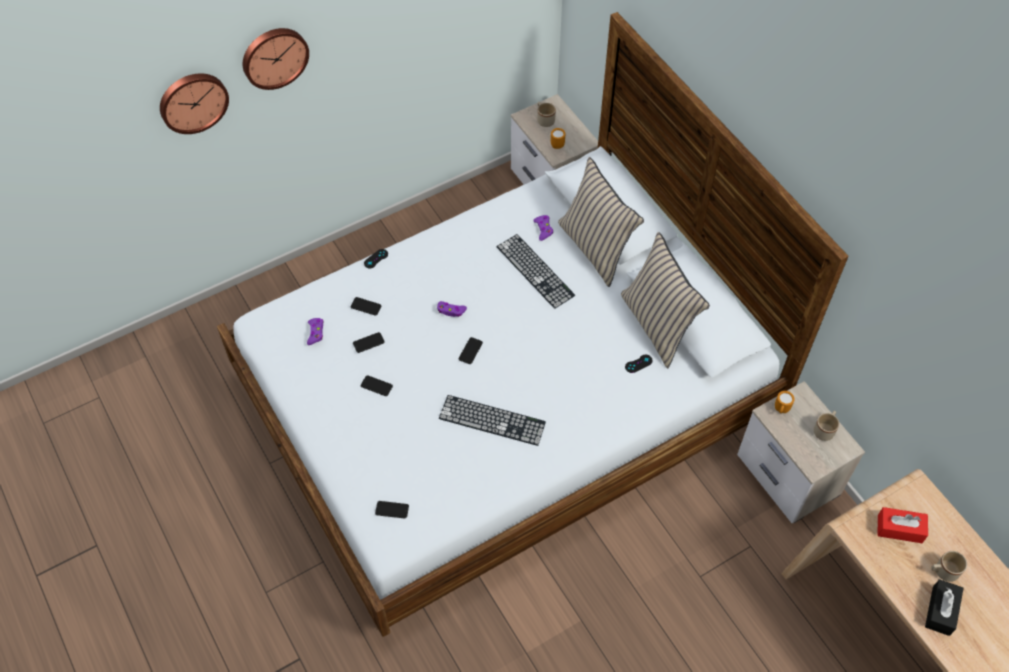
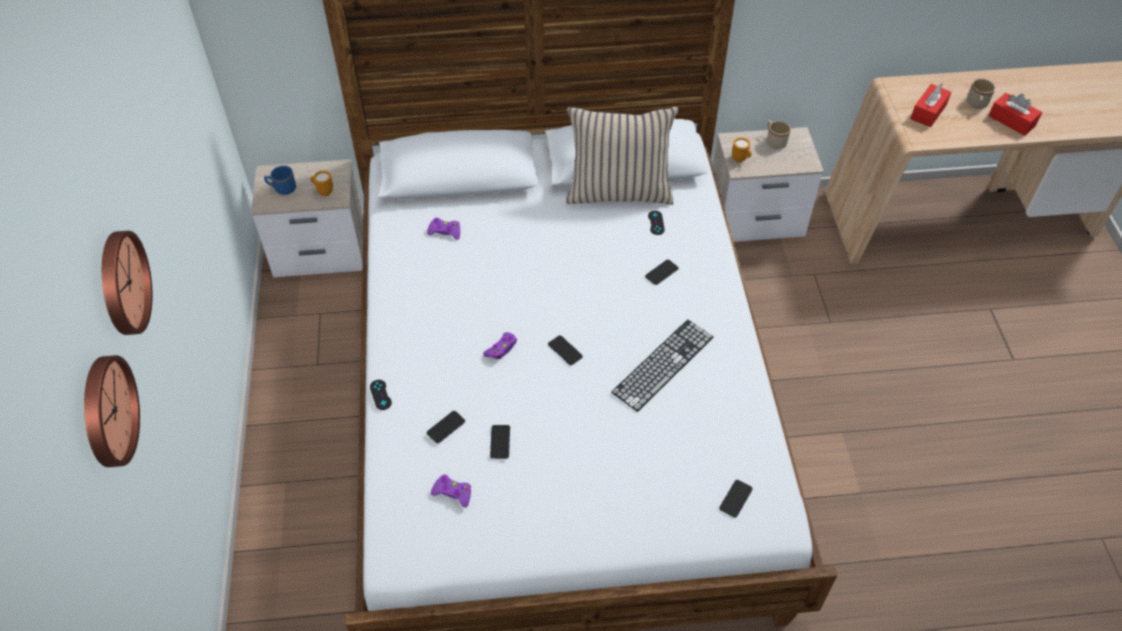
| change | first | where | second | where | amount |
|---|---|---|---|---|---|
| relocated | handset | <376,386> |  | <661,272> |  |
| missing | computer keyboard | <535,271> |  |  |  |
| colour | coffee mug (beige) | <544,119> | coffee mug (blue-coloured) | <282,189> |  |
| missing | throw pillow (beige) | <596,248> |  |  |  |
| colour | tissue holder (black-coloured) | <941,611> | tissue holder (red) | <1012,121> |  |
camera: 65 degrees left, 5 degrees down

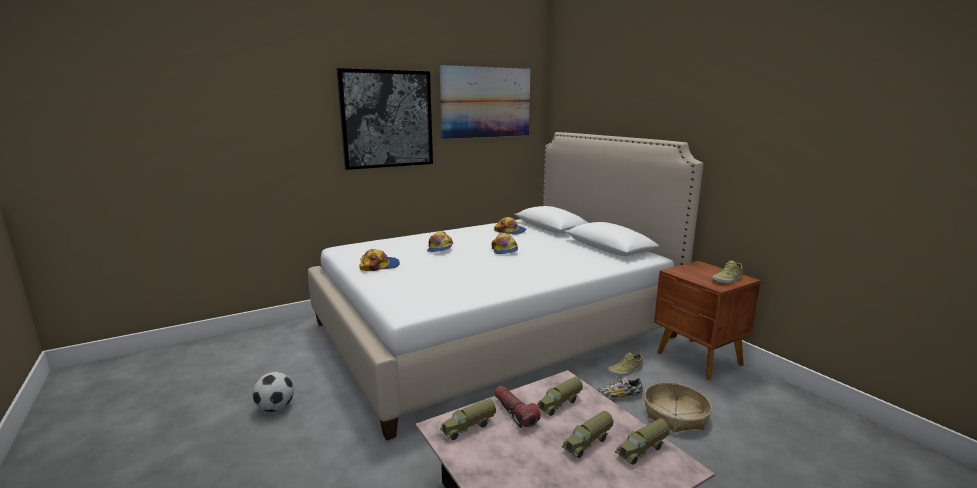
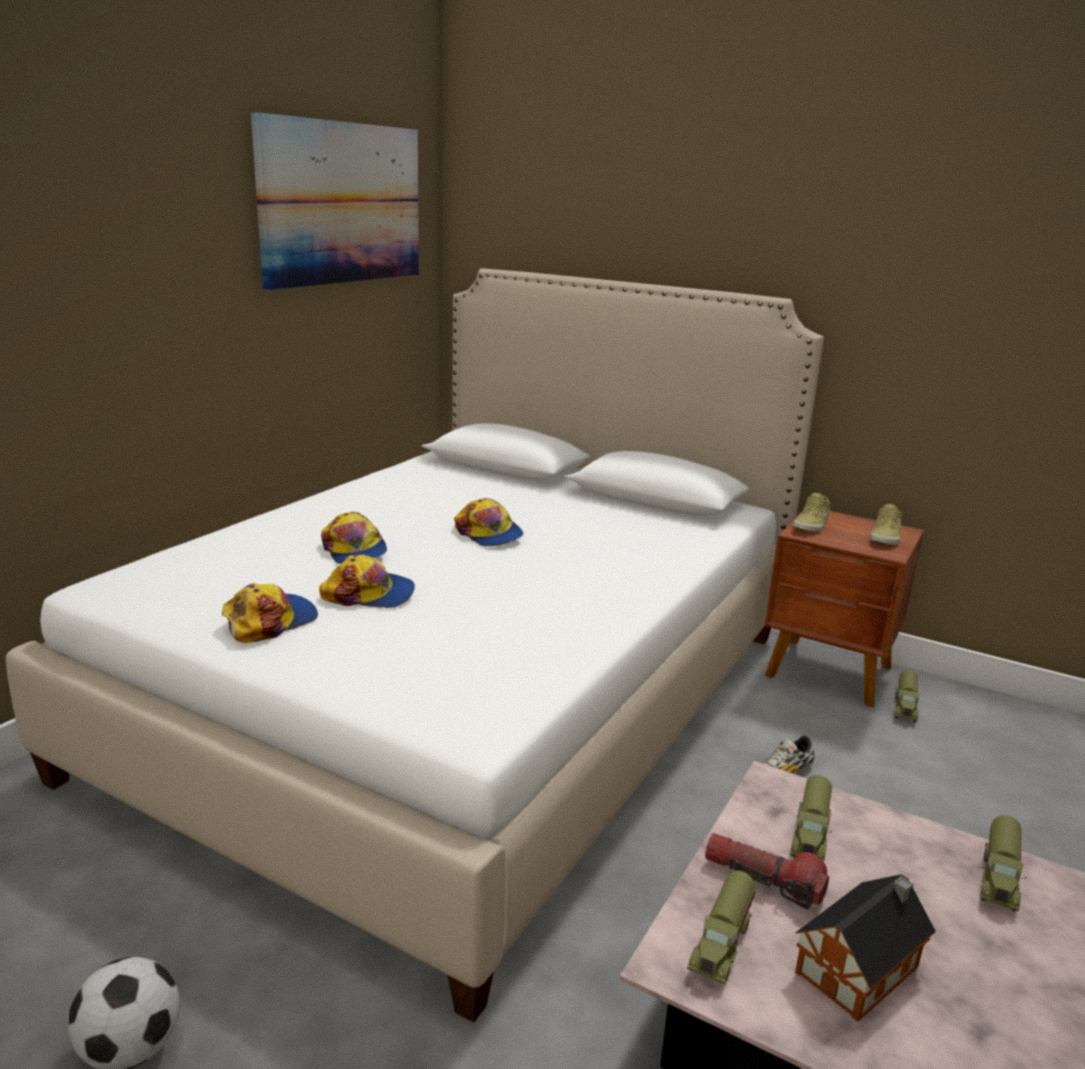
| change | first | where | second | where | amount |
|---|---|---|---|---|---|
| missing | wall art | <387,119> |  |  |  |
| relocated | cap | <510,231> |  | <369,594> |  |
| relocated | toy lorry | <588,443> |  | <906,707> |  |
| relocated | item of footwear (beige) | <625,370> |  | <812,525> |  |
| missing | household basket | <675,414> |  |  |  |
| appeared |  |  | toy house | <861,967> |  |
camera: 30 degrees left, 5 degrees up

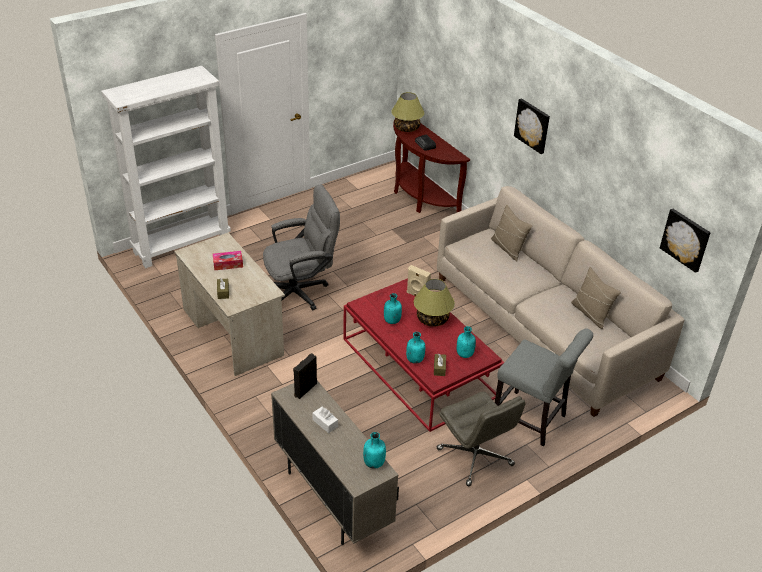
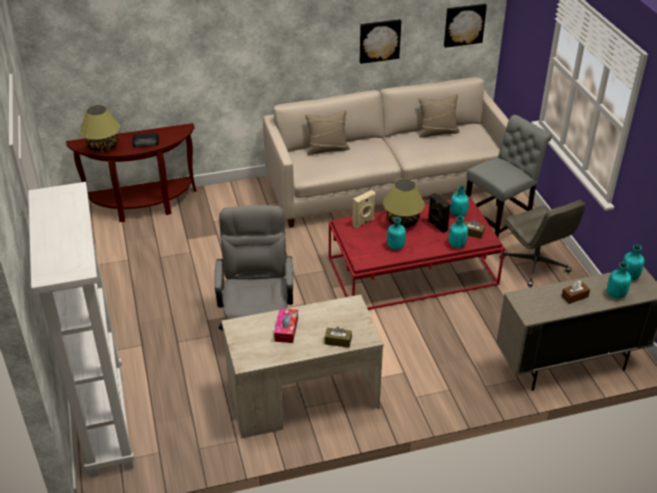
| change | first | where | second | where | amount |
|---|---|---|---|---|---|
| relocated | speaker (black-coloured) | <304,389> |  | <436,226> |  |
| colour | tissue holder (white) | <325,423> | tissue holder (brown-coloured) | <574,296> |  |
| spun | computer chair (greyish) | <475,457> |  | <535,265> | 75 degrees clockwise |
| relocated | wall art | <533,125> |  | <379,40> |  |
| appeared |  |  | bottle (turquoise-coloured) | <615,294> |  |
camera: 70 degrees left, 0 degrees up

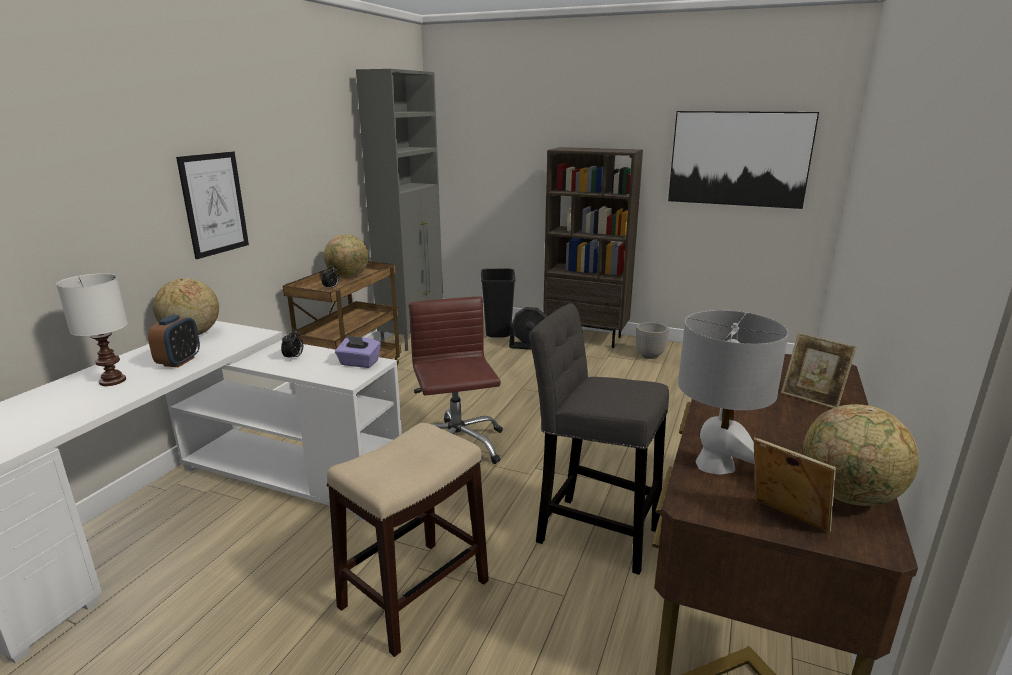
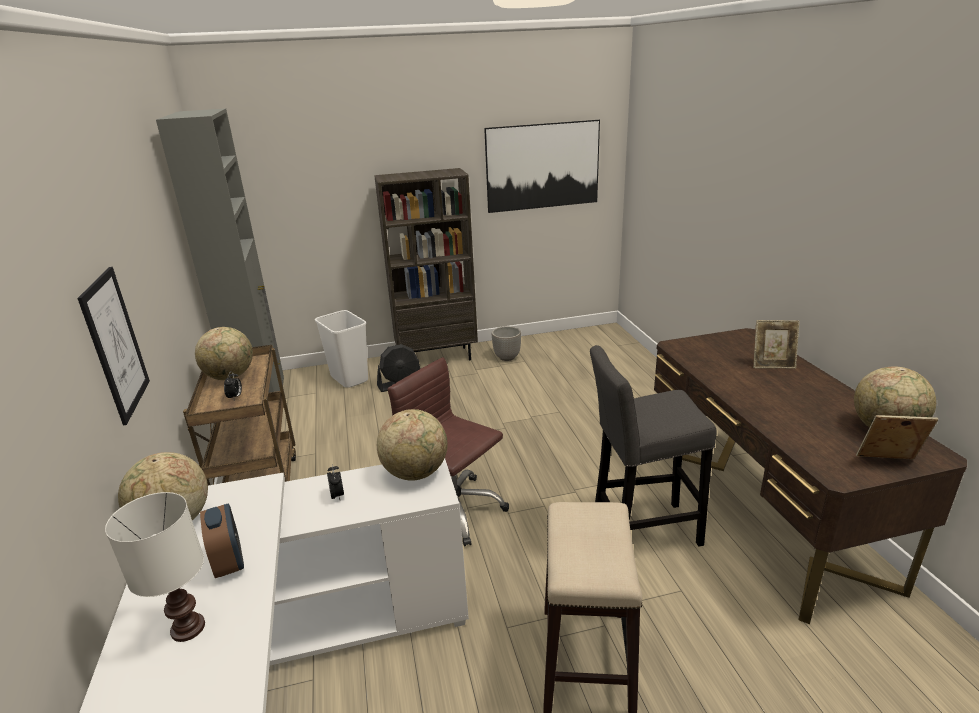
| change | first | where | second | where | amount |
|---|---|---|---|---|---|
| exchanged | tissue holder (purple) | <359,363> | globe | <416,472> |  |
| colour | rubbish bin (black-coloured) | <497,331> | rubbish bin (white) | <348,379> |  |
| missing | tabletop lamp (greyish) | <715,465> |  |  |  |
camera: 35 degrees left, 5 degrees up

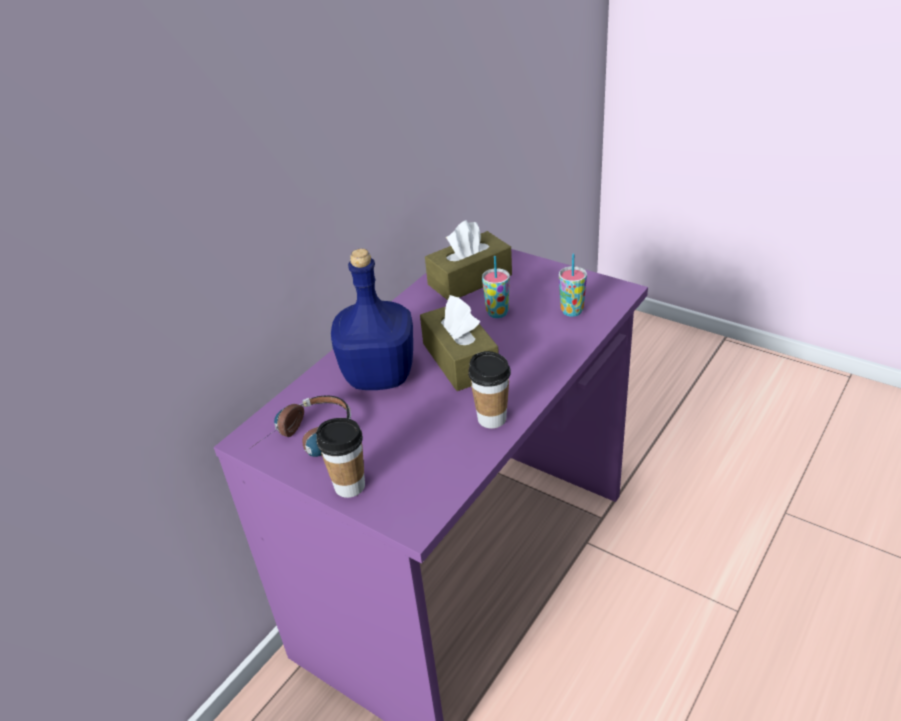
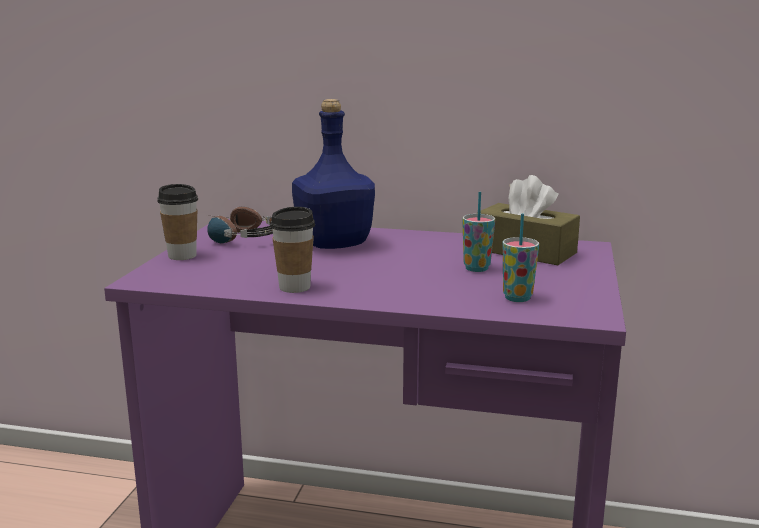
| change | first | where | second | where | amount |
|---|---|---|---|---|---|
| missing | tissue holder (brown-coloured) | <460,360> |  |  |  |
camera: 65 degrees right, 20 degrees down

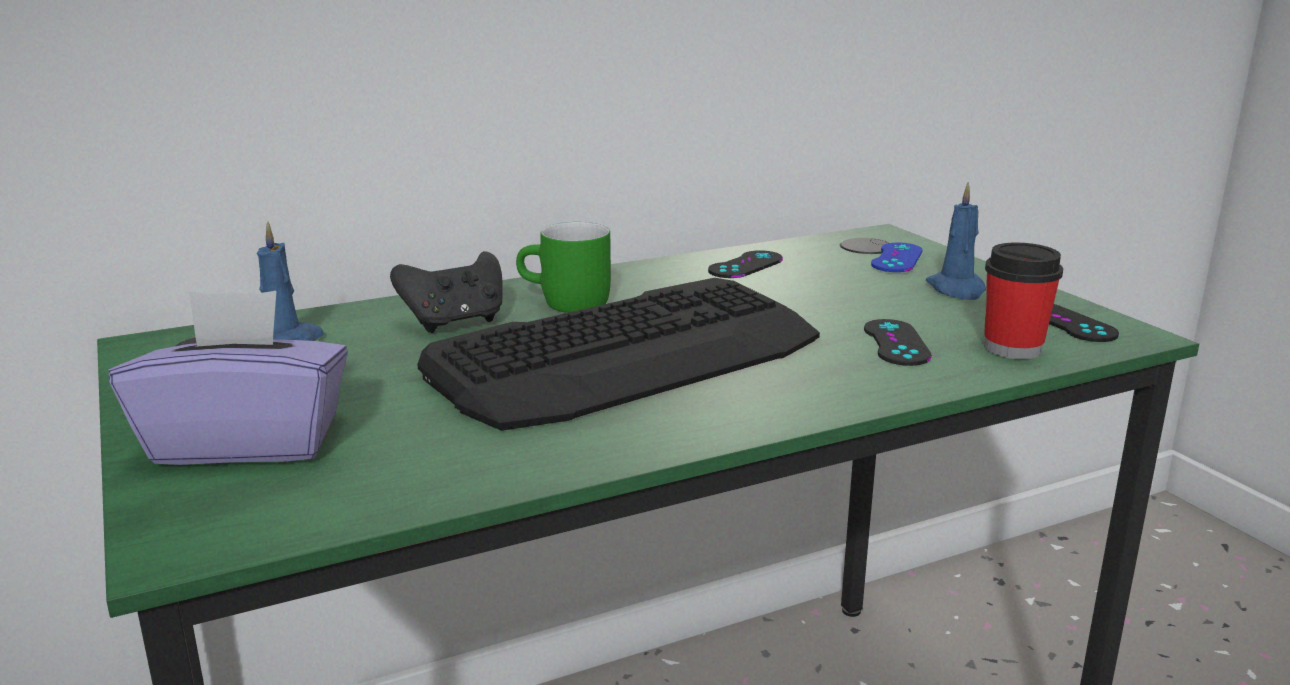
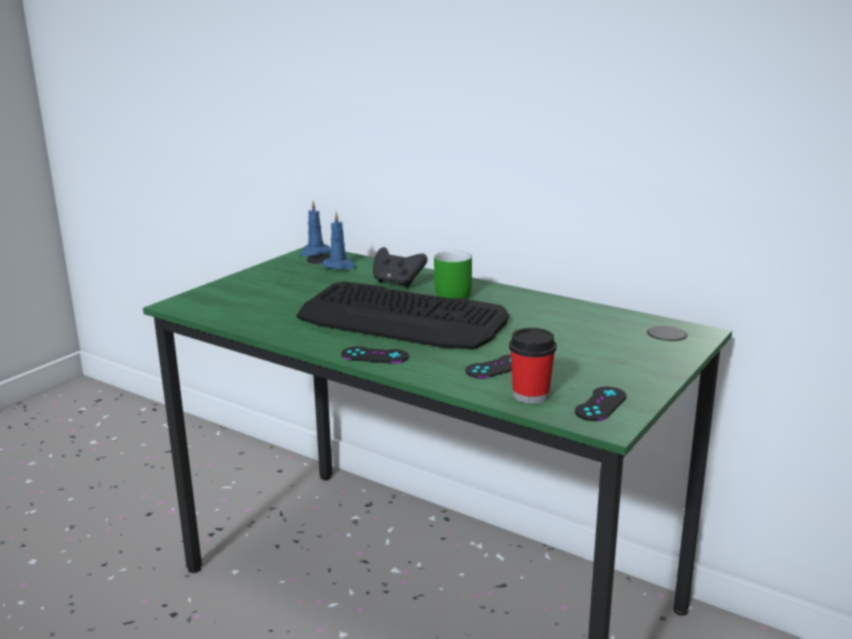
| change | first | where | second | where | amount |
|---|---|---|---|---|---|
| missing | tissue holder (purple) | <247,442> |  |  |  |
| relocated | gamepad (black-coloured) | <745,265> |  | <374,355> |  |
| missing | gamepad (blue-coloured) | <897,258> |  |  |  |
| relocated | wax light (blue-coloured) | <957,289> |  | <314,253> |  |
camera: 60 degrees right, 0 degrees up

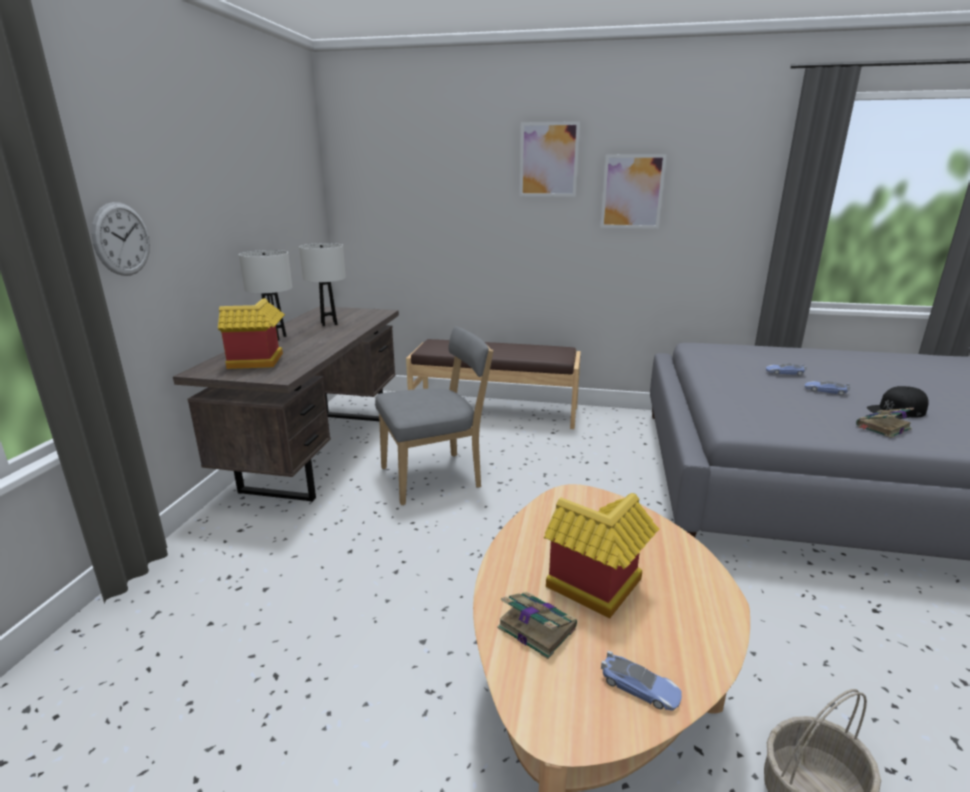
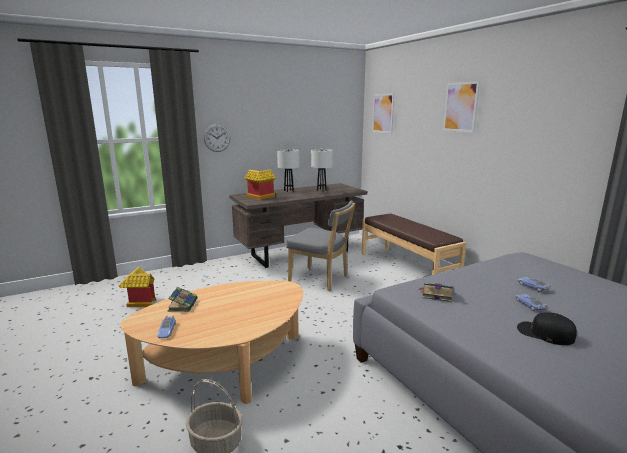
| change | first | where | second | where | amount |
|---|---|---|---|---|---|
| relocated | toy house | <594,591> |  | <139,302> |  |
| relocated | wall art | <632,191> |  | <383,113> |  |
| relocated | bound book | <882,427> |  | <436,295> |  |
camera: 50 degrees right, 5 degrees down

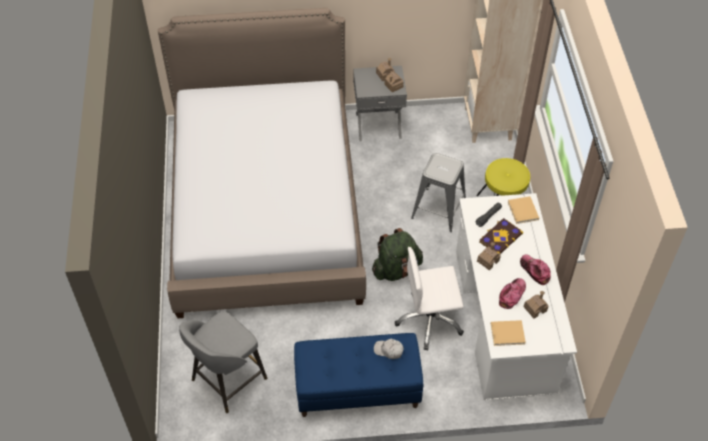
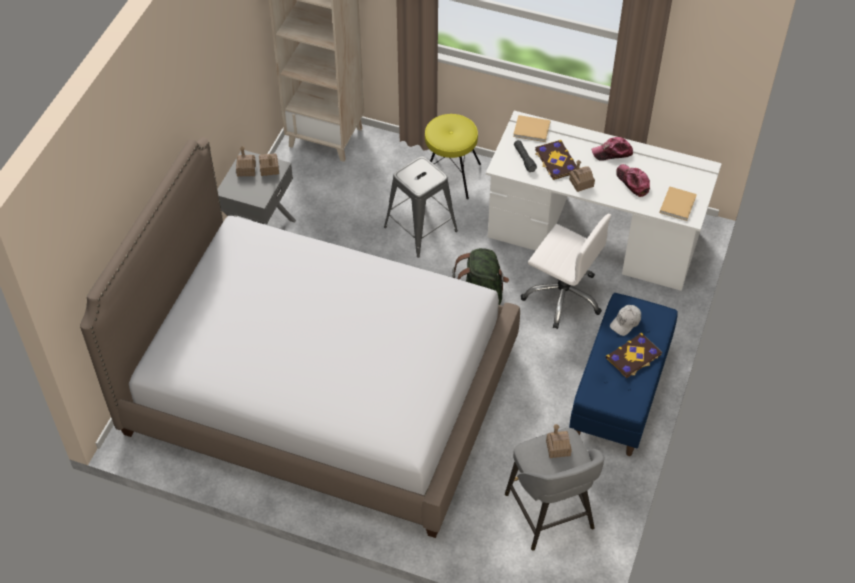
| change | first | where | second | where | amount |
|---|---|---|---|---|---|
| spun | computer chair (white) | <429,320> |  | <563,296> | 75 degrees counterclockwise |
| relocated | toy house | <535,309> |  | <558,448> |  |
| appeared |  |  | bound book | <634,357> |  |
camera: 65 degrees left, 0 degrees up

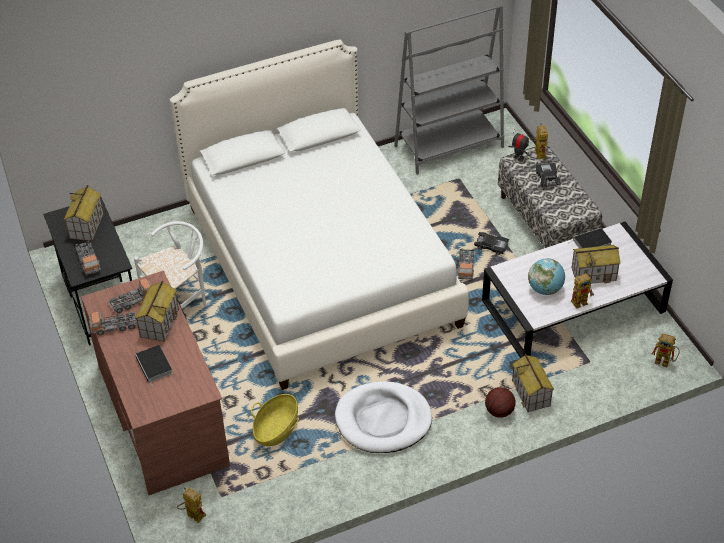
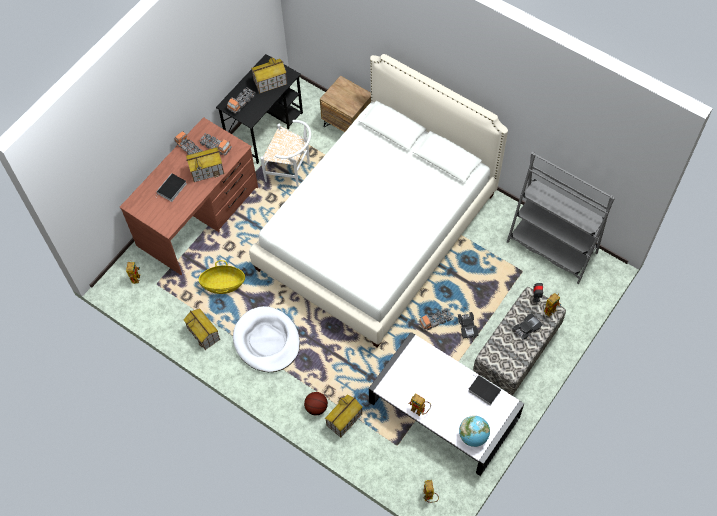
| change | first | where | second | where | amount |
|---|---|---|---|---|---|
| relocated | globe | <545,289> |  | <473,436> |  |
| relocated | toy house | <594,274> |  | <204,334> |  |
| appeared |  |  | night table (brown-coloured) | <348,124> |  |
camera: 60 degrees right, 15 degrees up

